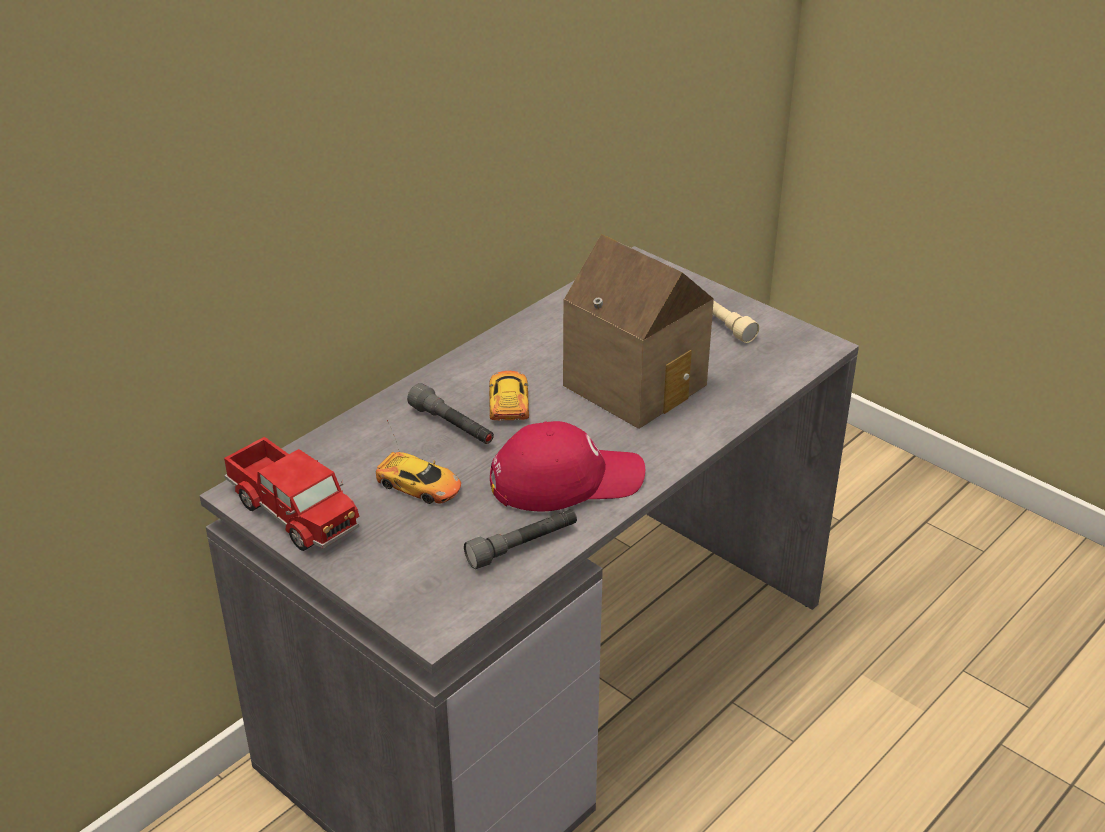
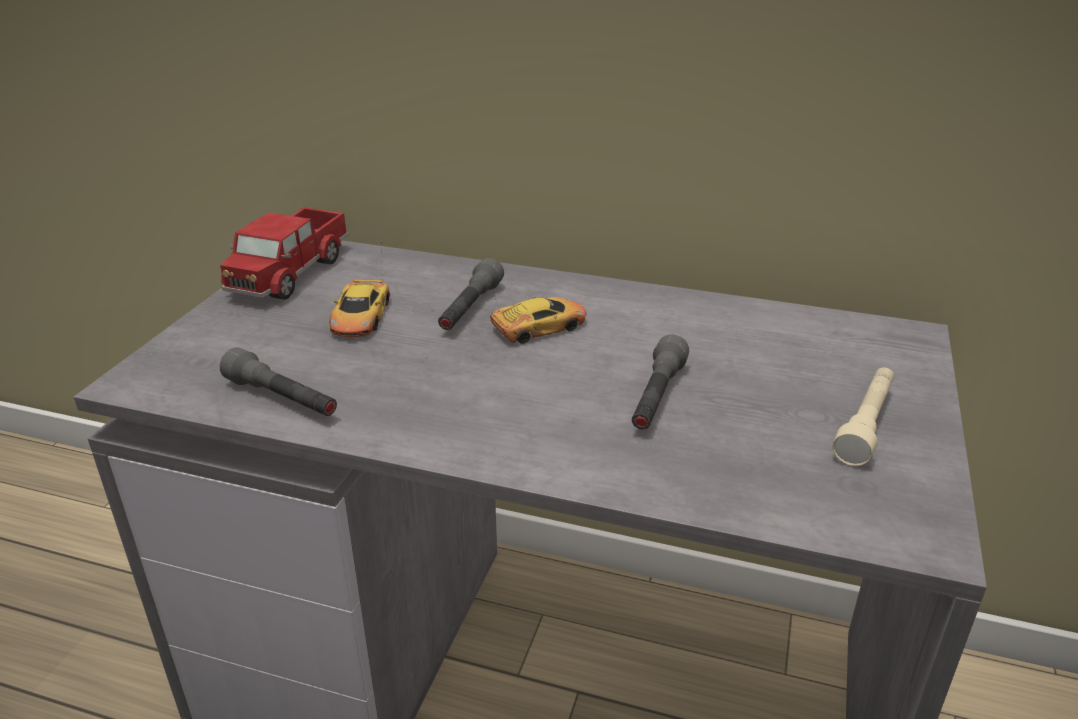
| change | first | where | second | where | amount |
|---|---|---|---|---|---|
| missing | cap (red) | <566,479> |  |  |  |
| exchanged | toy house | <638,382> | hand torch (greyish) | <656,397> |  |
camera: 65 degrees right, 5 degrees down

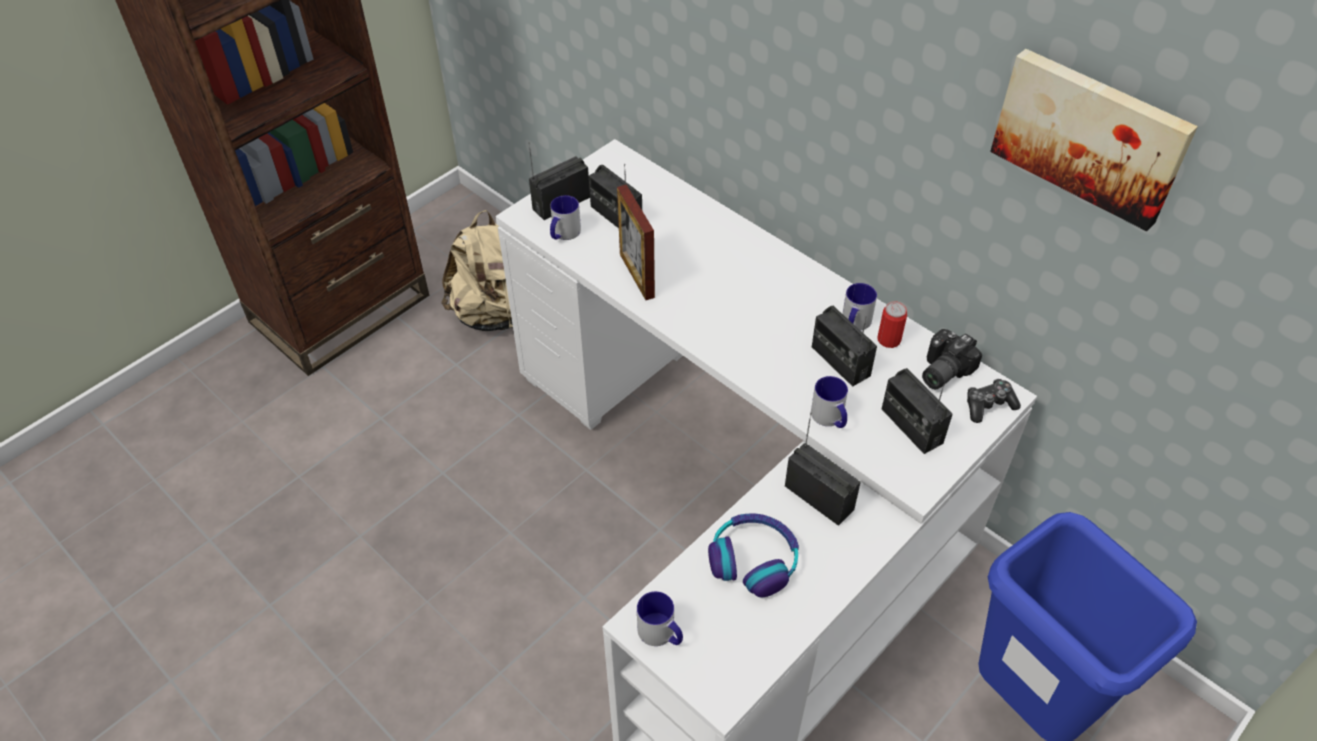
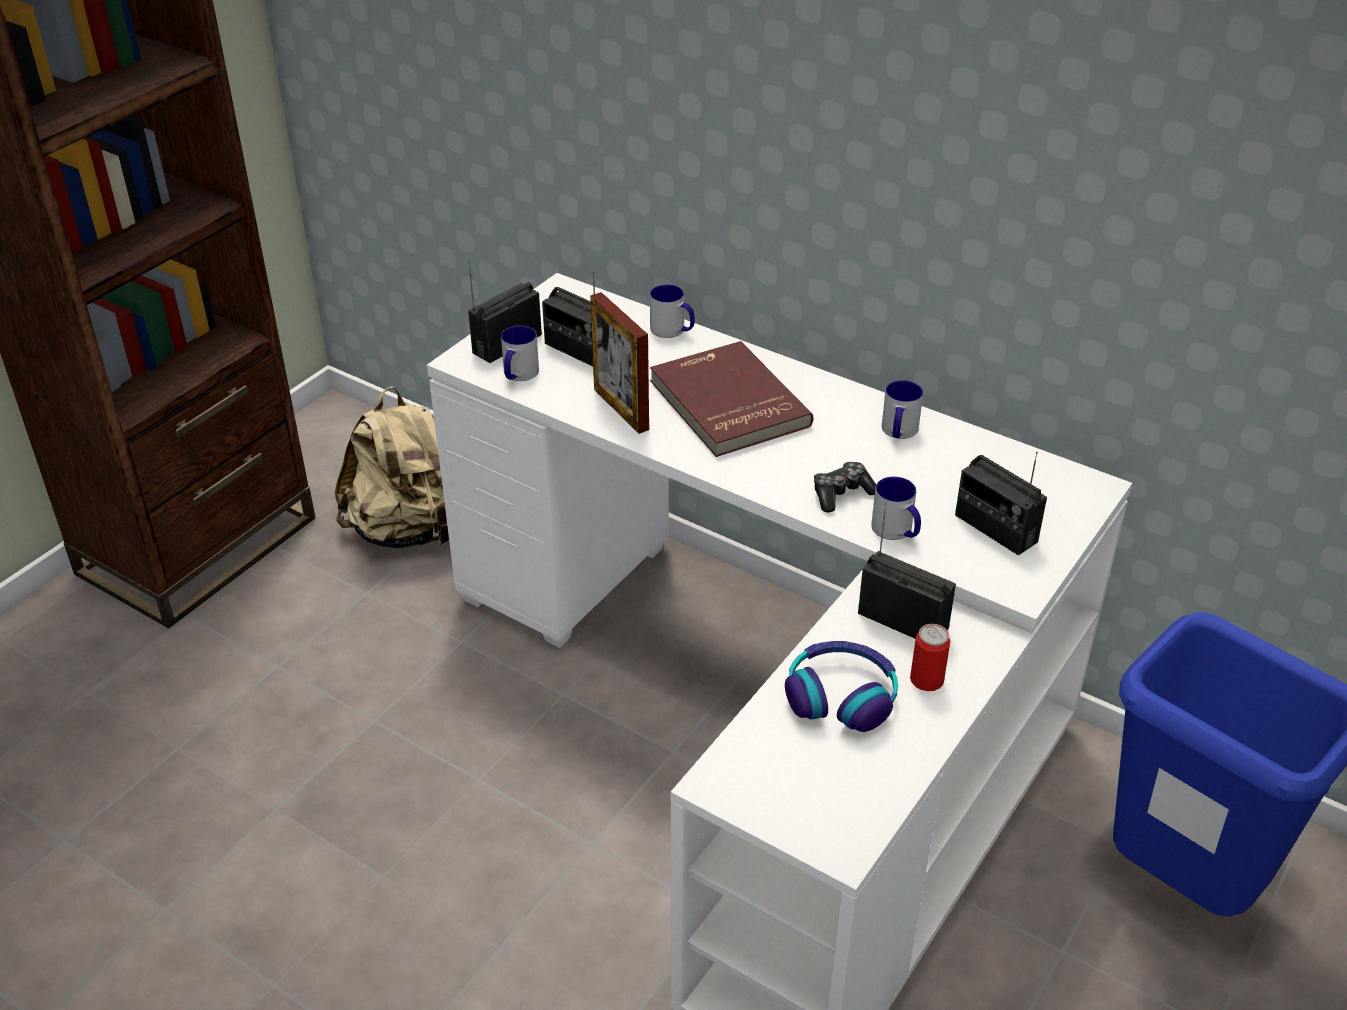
| change | first | where | second | where | amount |
|---|---|---|---|---|---|
| relocated | coffee mug | <661,634> |  | <673,331> |  |
| missing | radio set | <840,361> |  |  |  |
| relocated | metal can | <889,340> |  | <926,680> |  |
| missing | photo camera | <941,370> |  |  |  |
| relocated | gamepad | <988,405> |  | <841,494> |  |
| missing | wall art | <1090,136> |  |  |  |
| appeared |  |  | bound book (red) | <726,404> |  |
camera: 10 degrees left, 10 degrees down

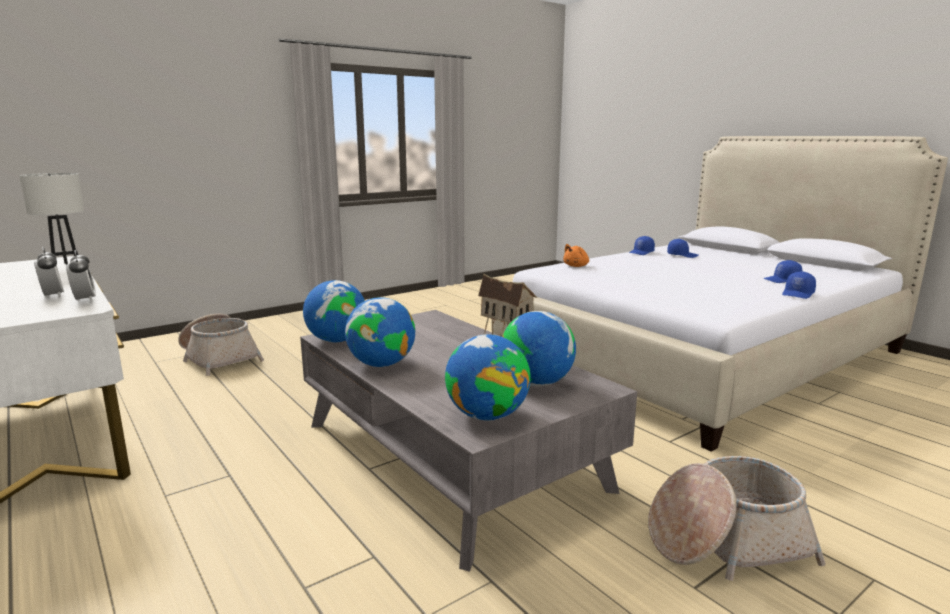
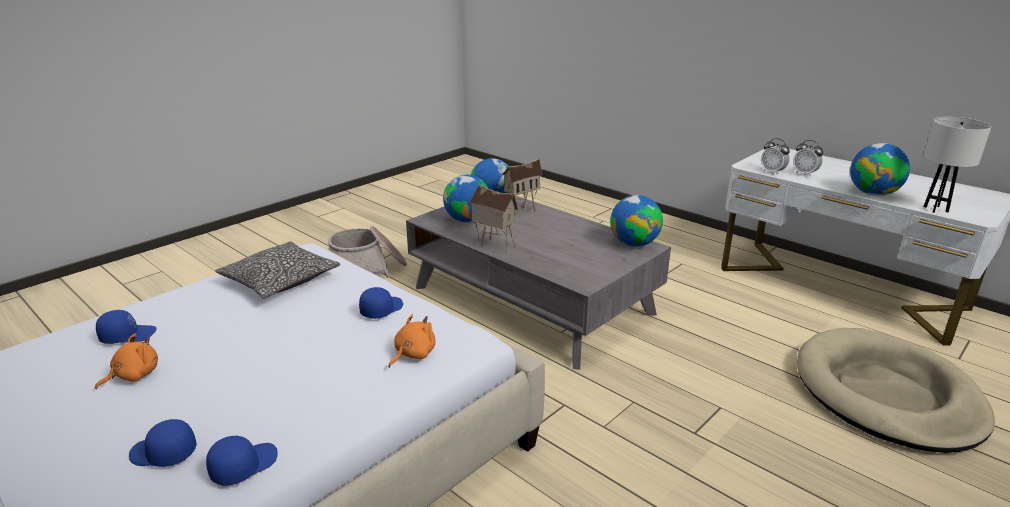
| change | first | where | second | where | amount |
|---|---|---|---|---|---|
| exchanged | household basket | <219,359> | dog cushion (beige) | <886,394> |  |
| relocated | globe | <381,364> |  | <873,194> |  |
| relocated | cap (blue-coloured) | <798,294> |  | <381,309> |  |
| appeared |  |  | soft toy (orange) | <134,375> |  |
| appeared |  |  | throw pillow | <280,280> |  |
| appeared |  |  | toy house | <520,211> |  |
camera: 170 degrees right, 10 degrees up

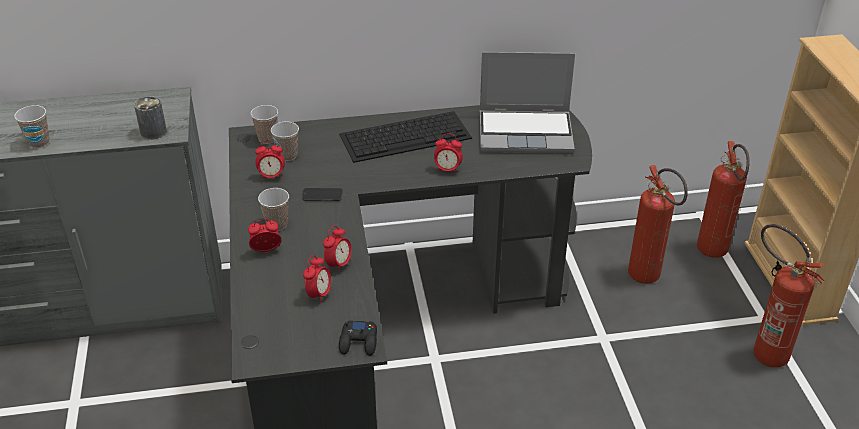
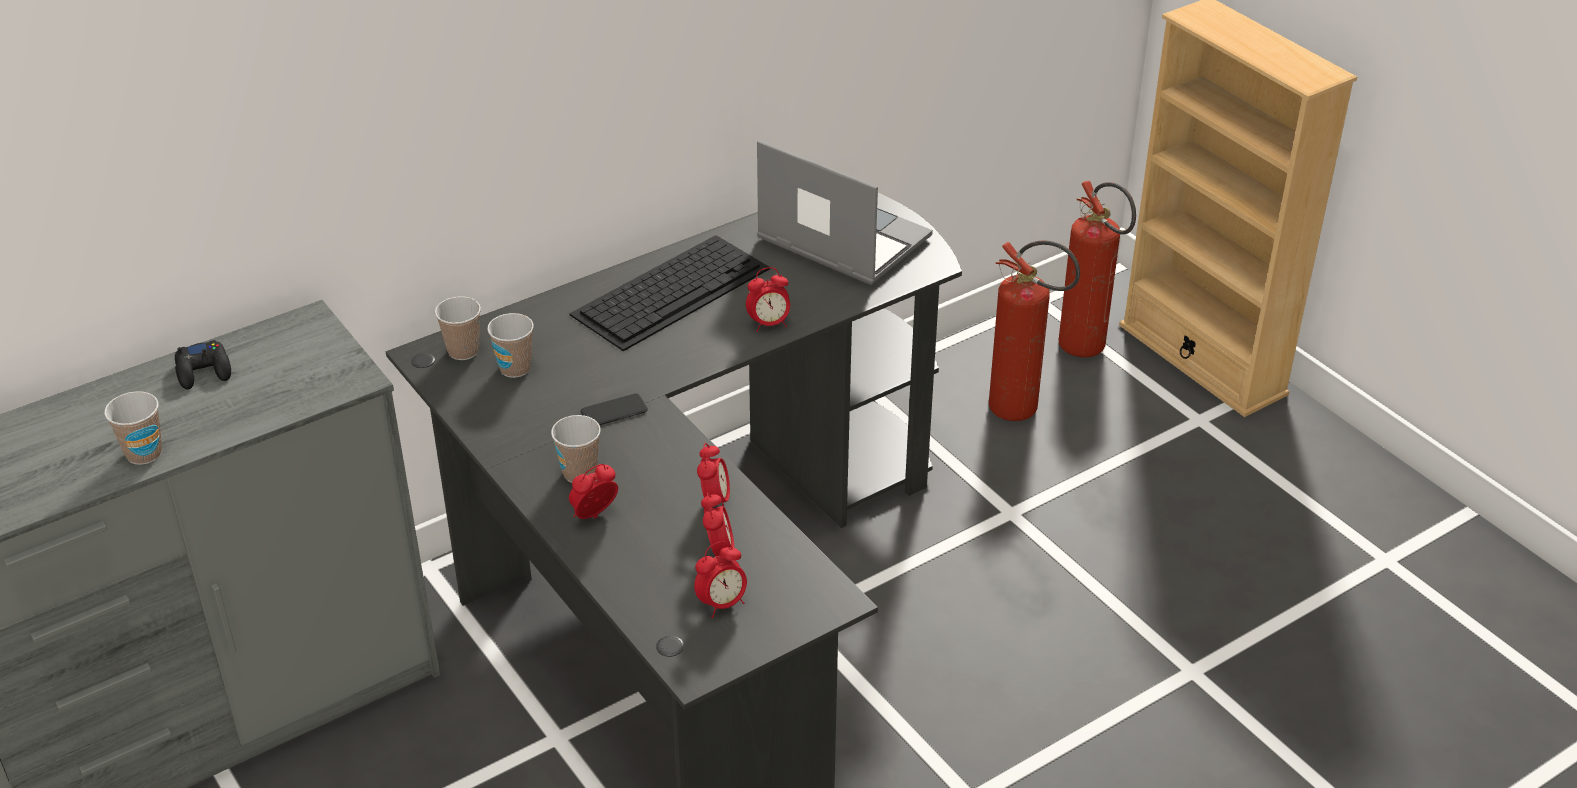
| change | first | where | second | where | amount |
|---|---|---|---|---|---|
| missing | metal can | <153,132> |  |  |  |
| relocated | bedside clock | <271,177> |  | <722,604> |  |
| relocated | gamepad (black-coloured) | <359,342> |  | <204,371> |  |
| spun | notebook computer | <526,132> |  | <840,239> | 120 degrees counterclockwise |
| missing | fire-fighting cylinder | <762,350> |  |  |  |
camera: 25 degrees left, 0 degrees up

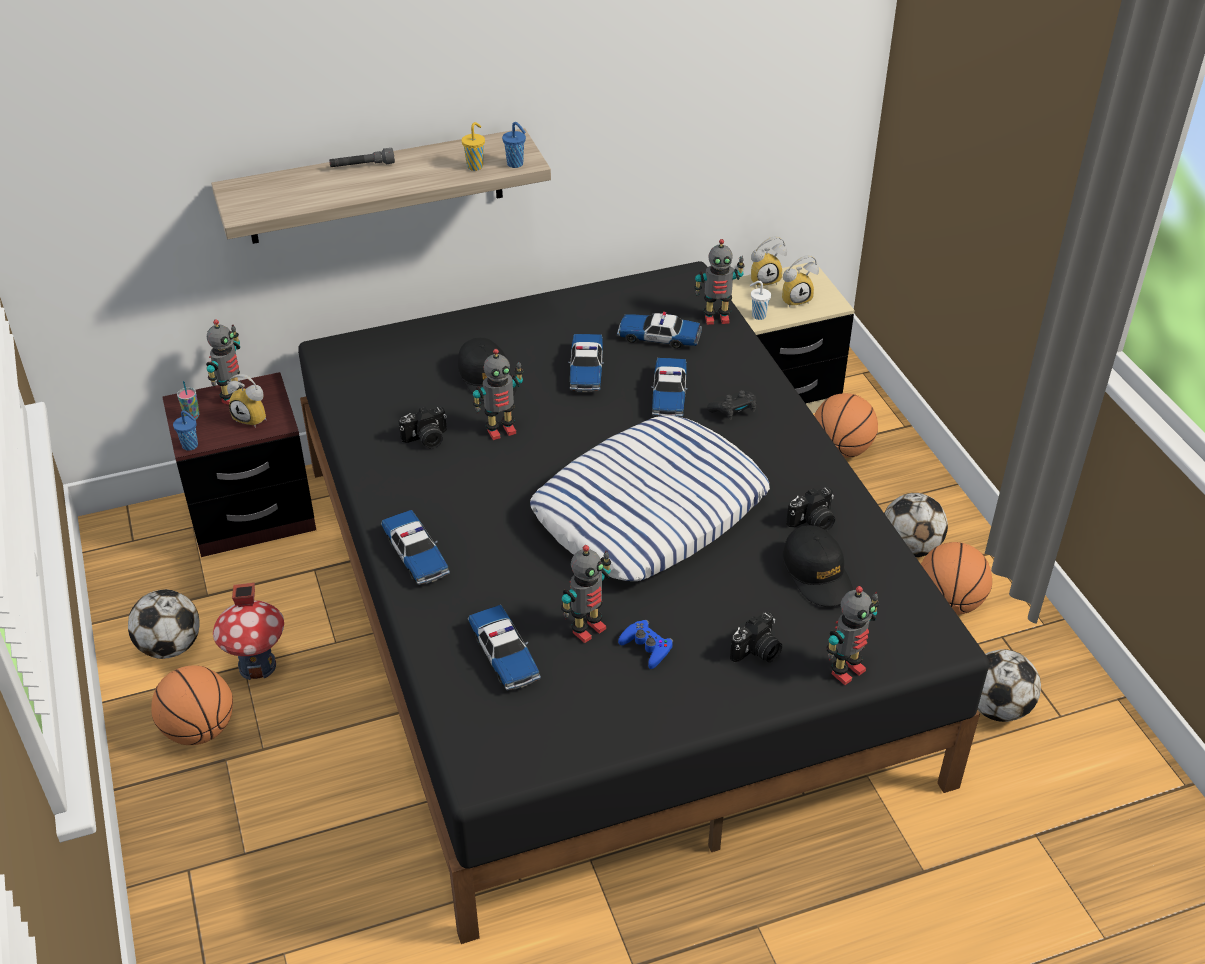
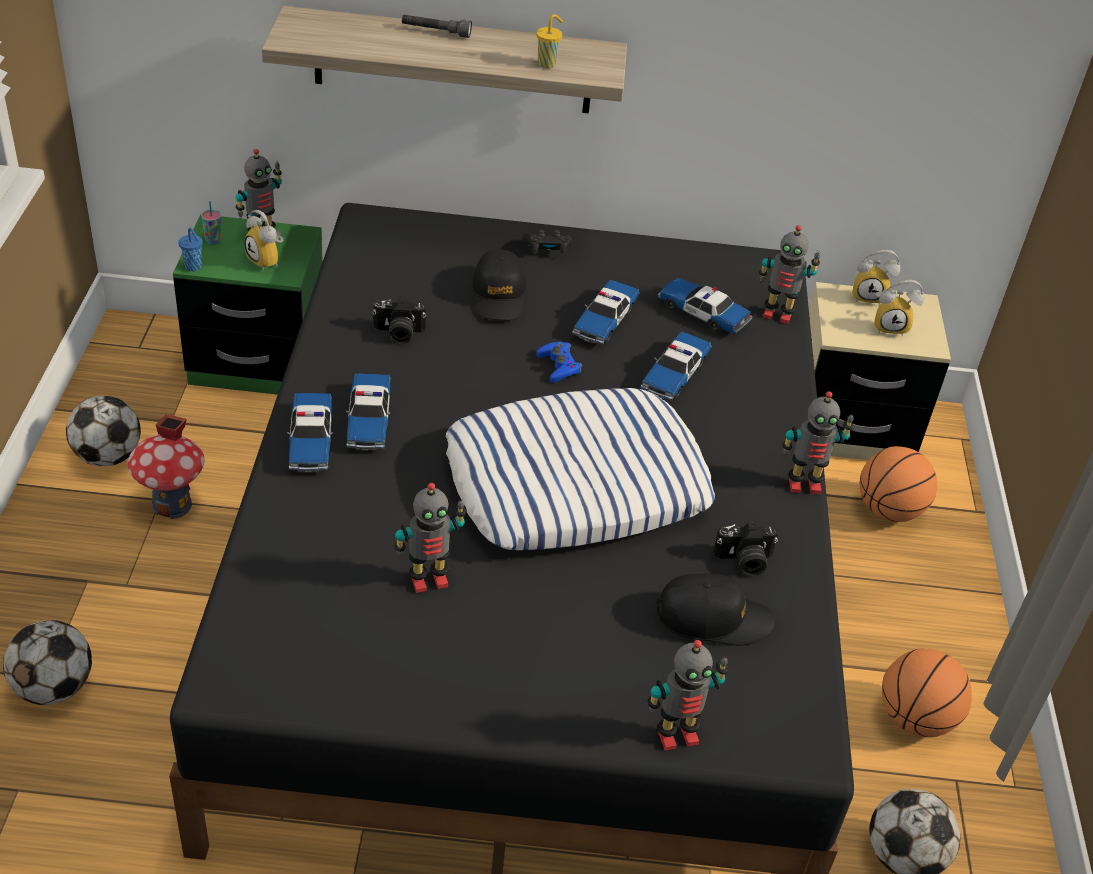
| change | first | where | second | where | amount |
|---|---|---|---|---|---|
| missing | ball for basketball | <199,730> |  |  |  |
| colour | night table (brown-coloured) | <252,515> | night table (greenish) | <258,362> |  |
| relocated | model car | <504,654> |  | <369,419> |  |
| relocated | model robot | <500,430> |  | <804,484> |  |
| missing | small cup (blue-coloured) | <516,164> |  |  |  |
| relocated | gamepad (blue-coloured) | <646,647> |  | <559,366> |  |
| relocated | gamepad (black-coloured) | <734,411> |  | <547,250> |  |
| missing | photo camera | <757,652> |  |  |  |
| missing | small cup (white) | <758,315> |  |  |  |
| spun | cap (black-coloured) | <817,574> |  | <713,618> | 90 degrees counterclockwise |
| relocated | football | <910,547> |  | <54,688> |  |
camera: 20 degrees right, 0 degrees up

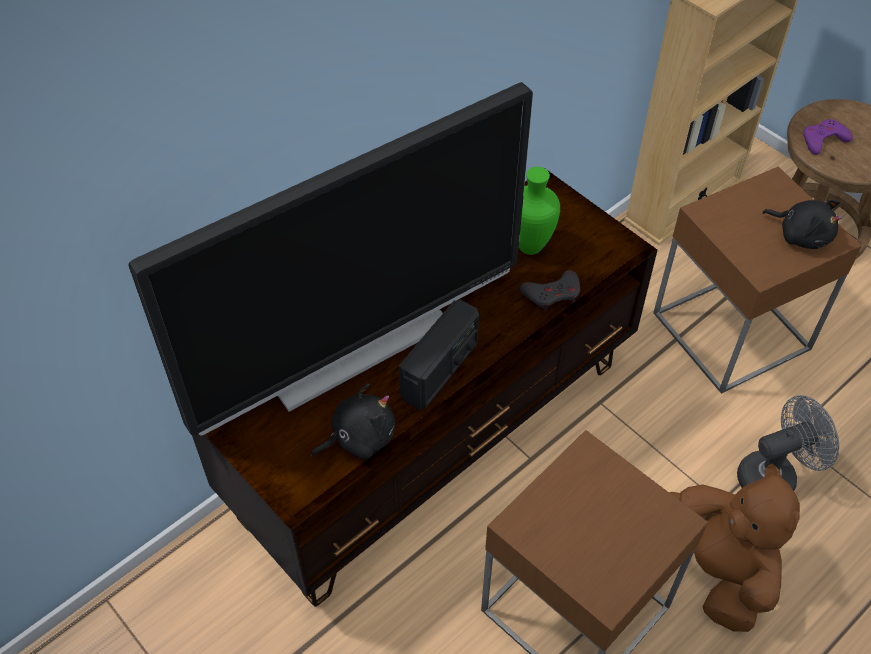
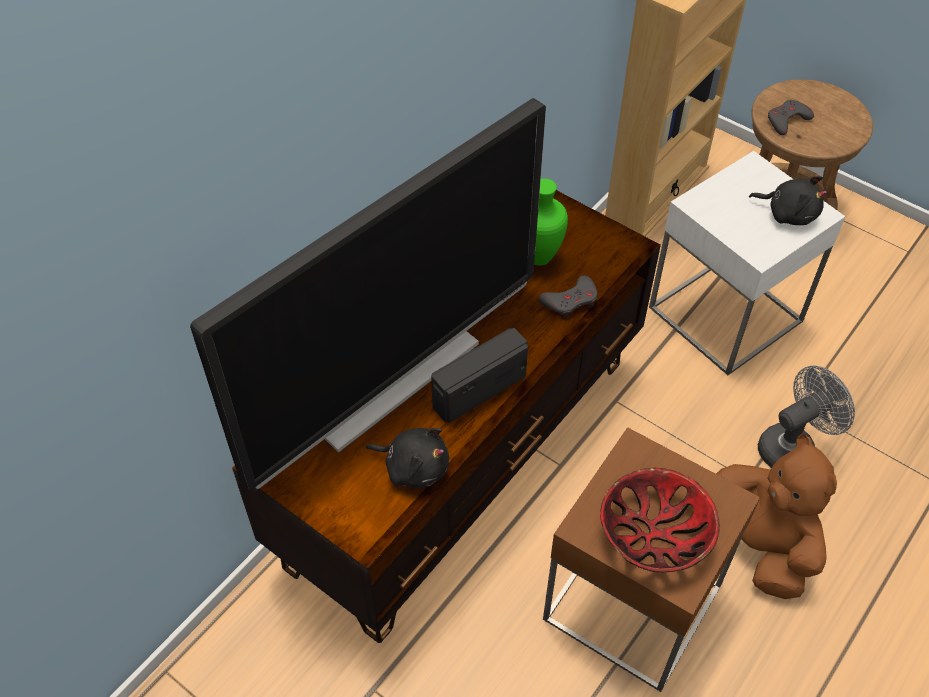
| change | first | where | second | where | amount |
|---|---|---|---|---|---|
| spun | soft toy (black-coloured) | <359,437> |  | <414,467> | 60 degrees clockwise |
| spun | radio set | <440,370> |  | <478,390> | 150 degrees counterclockwise |
| colour | end table (brown-coloured) | <731,330> | end table (white) | <725,314> |  |
| colour | gamepad (purple) | <823,140> | gamepad (greyish) | <787,120> |  |
| appeared |  |  | serving bowl | <654,534> |  |
camera: 10 degrees left, 0 degrees up

